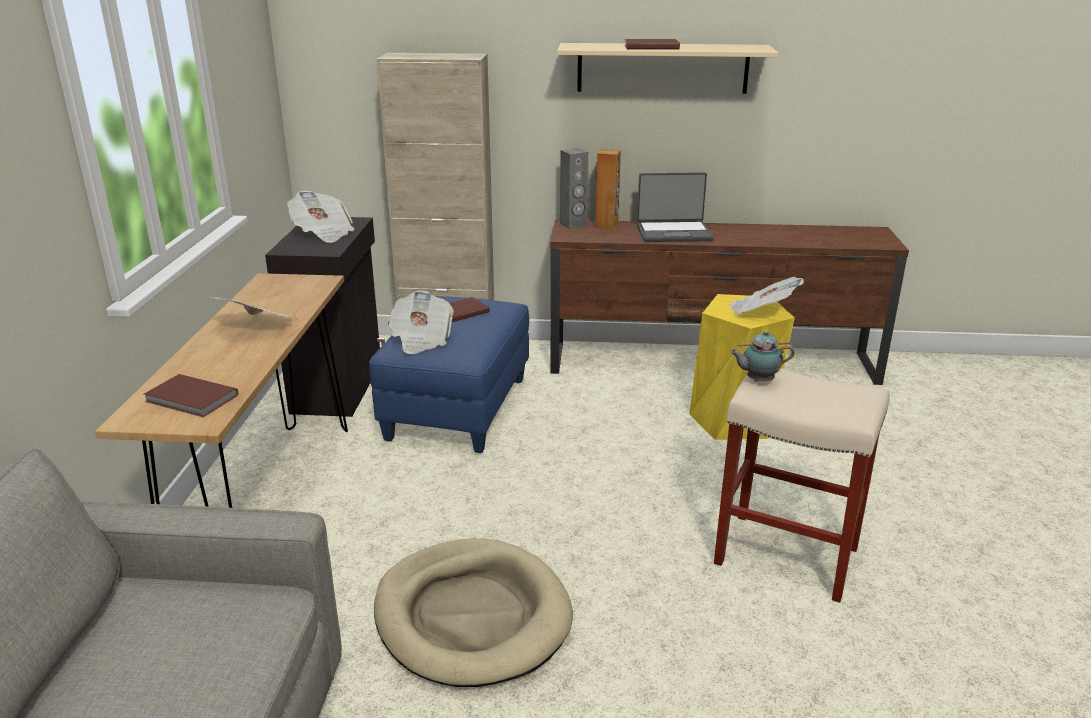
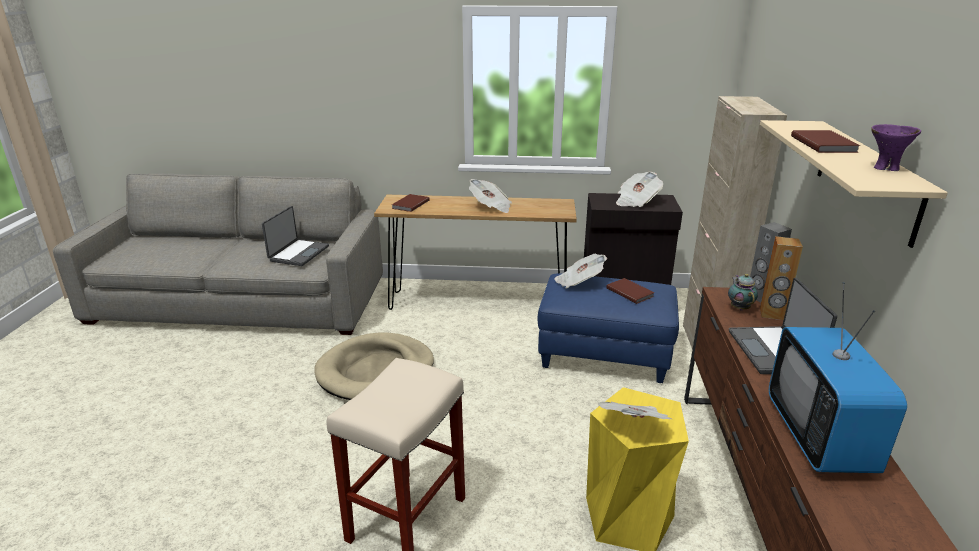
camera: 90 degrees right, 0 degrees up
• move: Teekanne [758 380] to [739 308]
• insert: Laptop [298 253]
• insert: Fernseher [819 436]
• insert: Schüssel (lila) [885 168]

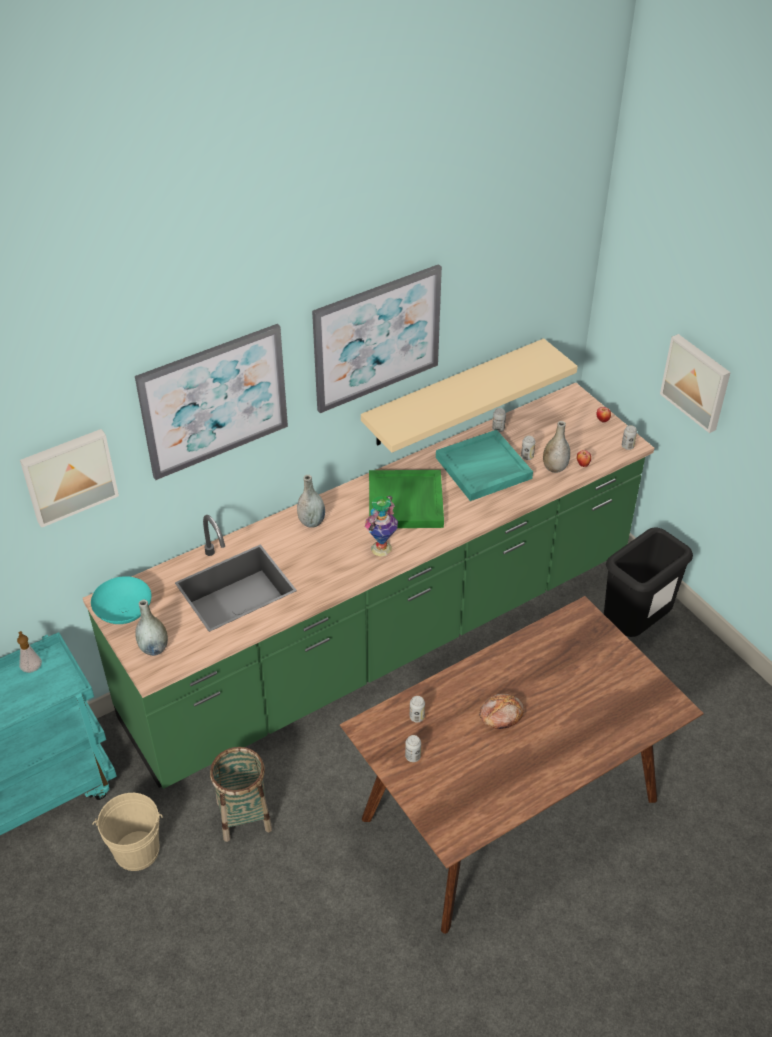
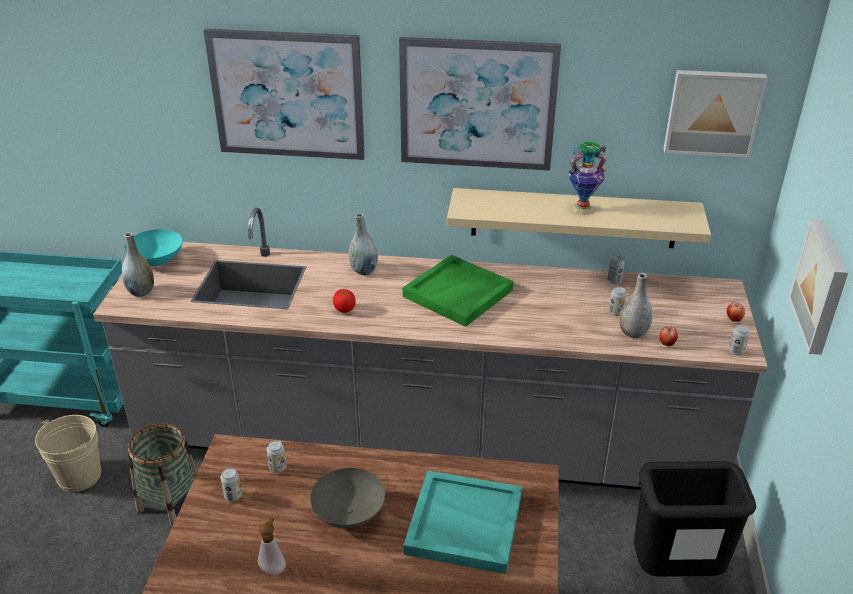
camera: 40 degrees right, 10 degrees down
• move: Seifenspender [32 667] to [273 568]
• move: Bild [69 475] to [713 112]
• recolor: Küchenzeile (grün) [385 638] to Küchenzeile (grau) [426 443]
• move: Vase [381 549] to [582 209]
• move: Tablett (türkis) [483 468] to [463 525]
• replace: Brot [500 714] to Schüssel (grau) [349 513]
• insert: Tomate [344 310]

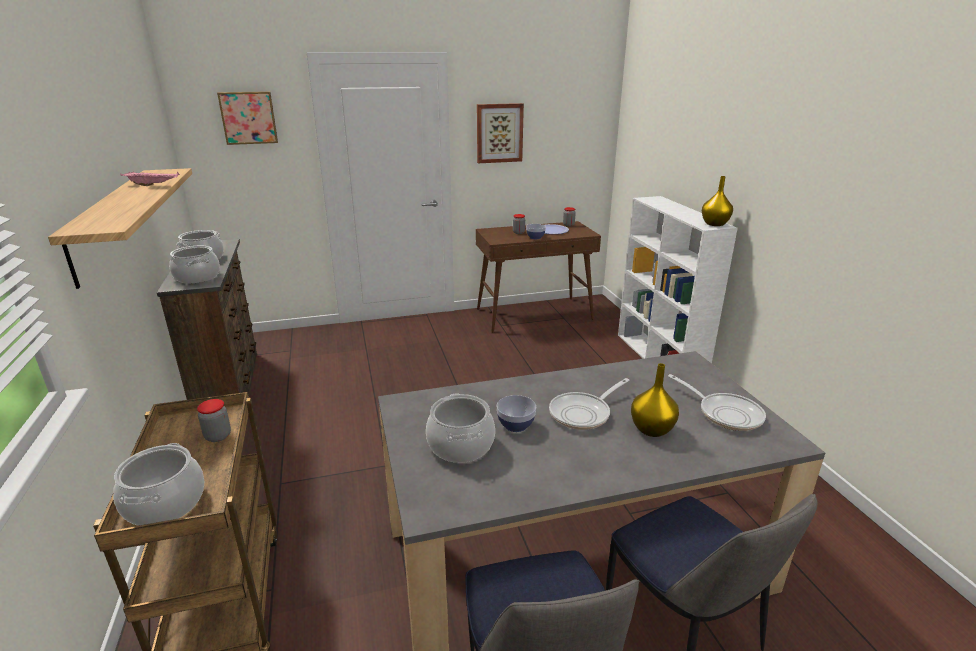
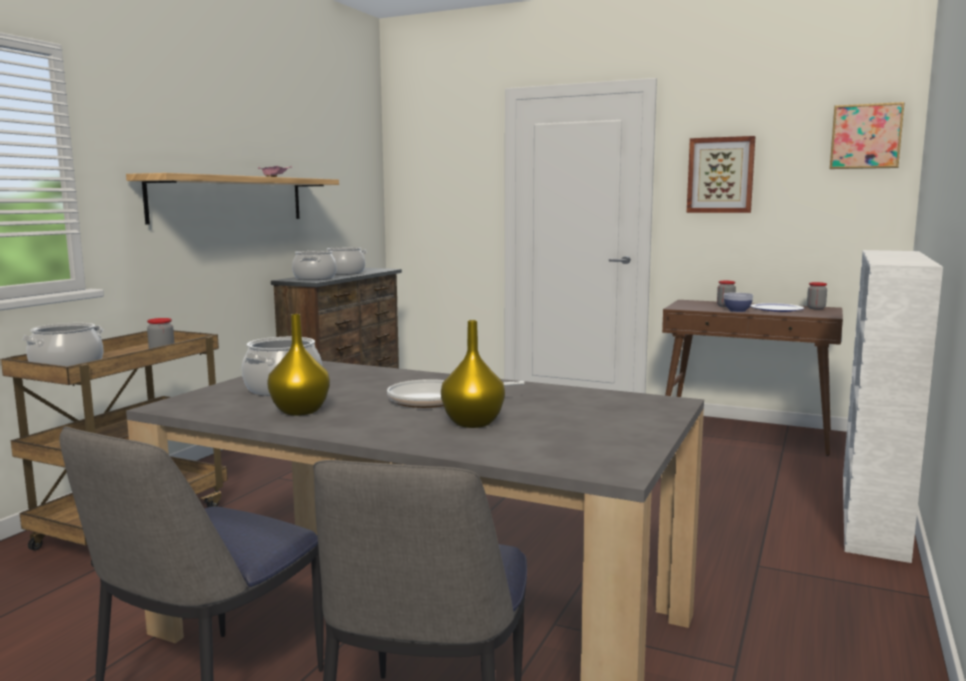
camera: 40 degrees right, 15 degrees down
• move: Bild [248 117] to [865 136]
• delete: Schüssel [516 425]
• delete: Pfanne [725 413]
• move: Vase (gelb) [715 224] to [300 411]

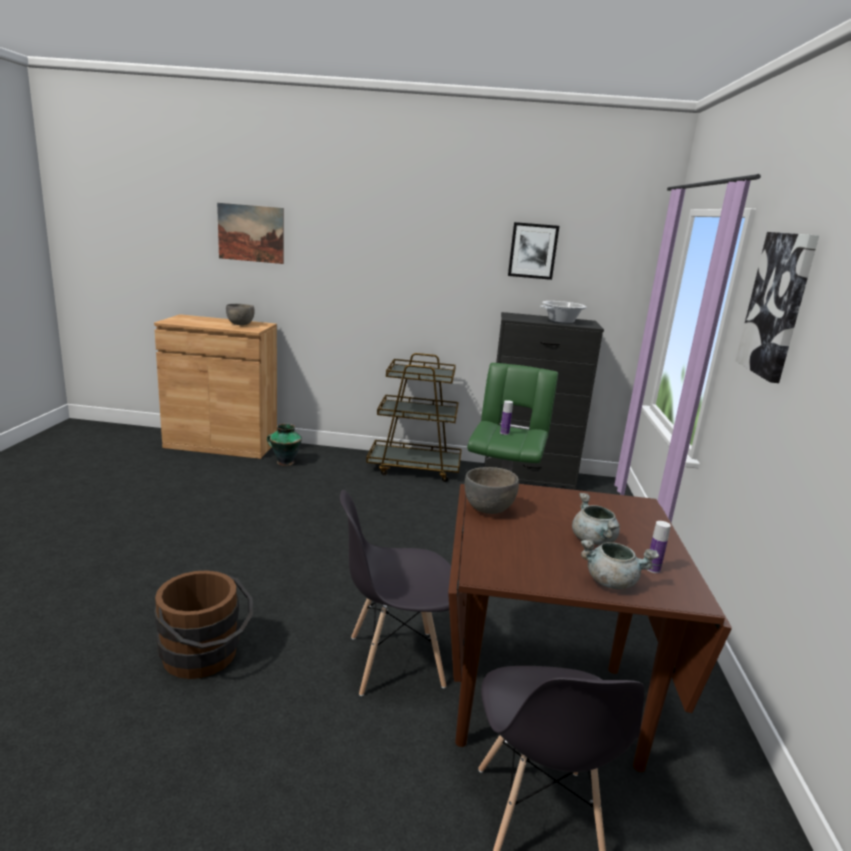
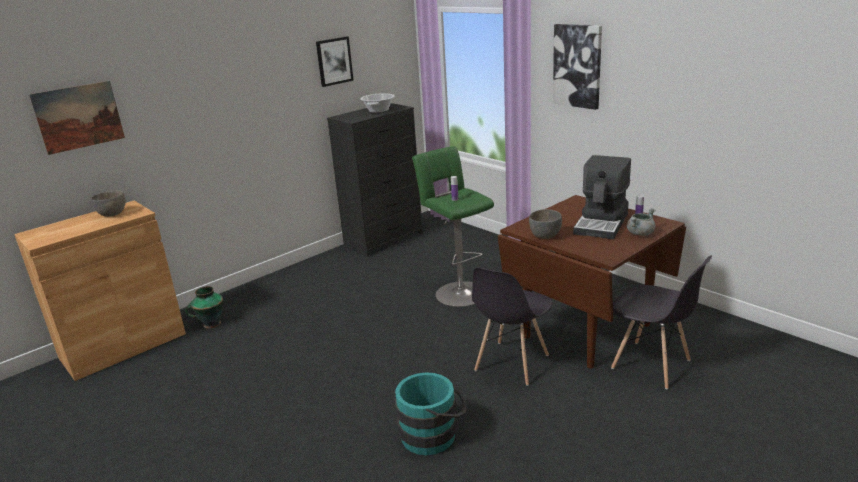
camera: 45 degrees left, 5 degrees up
• recolor: Eimer (braun) [205 657] to Eimer (türkis) [433 434]
• delete: Rollwagen (braun) [414 468]
• replace: Kochtopf (grau) [594 541] to Kaffeemaschine [602 223]

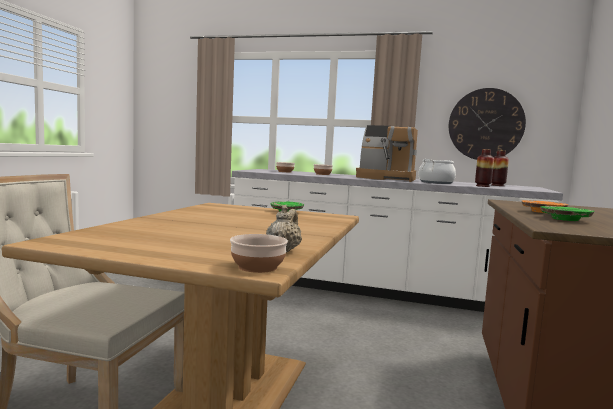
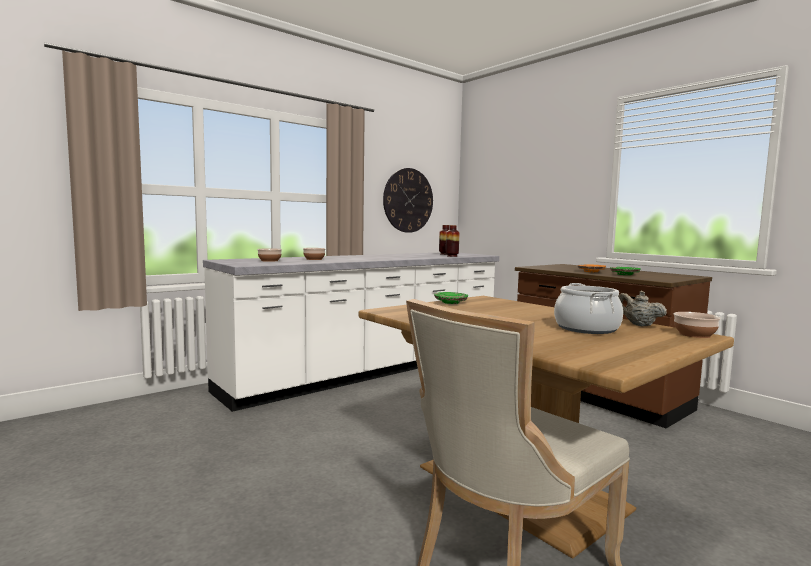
camera: 55 degrees left, 0 degrees up
• delete: Kaffeemaschine [386 178]
• move: Kochtopf [435 182] to [586 328]

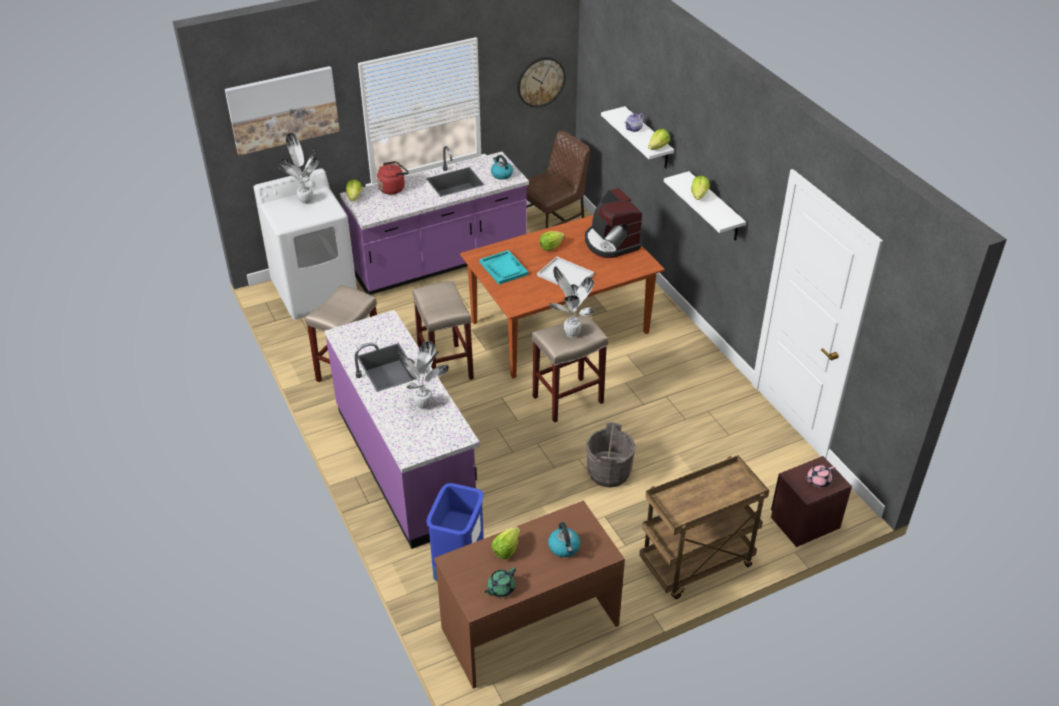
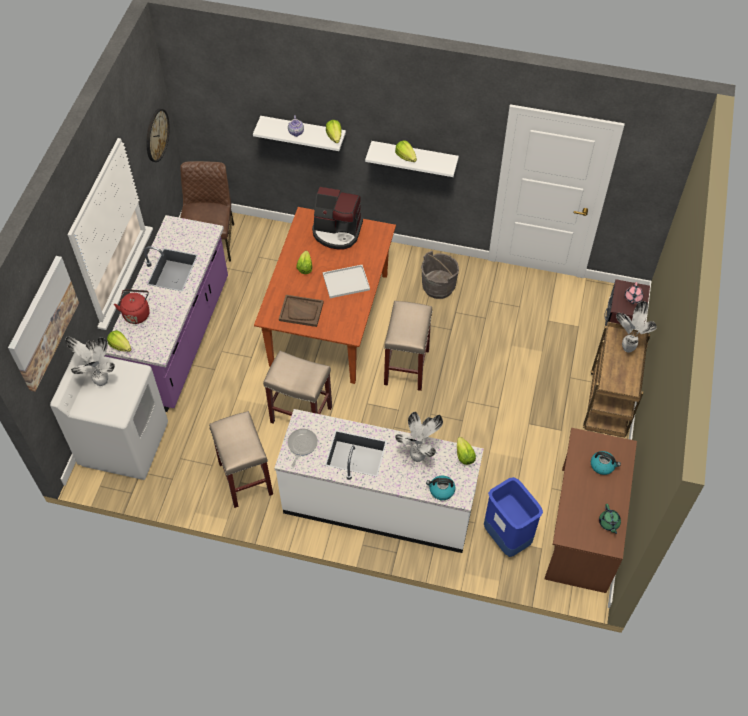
camera: 50 degrees left, 15 degrees up
• recolor: Küchenzeile (lila) [406 464] to Küchenzeile (weiß) [379 504]
• recolor: Tablett (türkis) [504 268] to Tablett (braun) [301 311]
• move: Wasserkessel [501 174] to [441 490]
• move: Salatkopf [506 549] to [464 456]
• move: Topfpflanze [570 333] to [626 348]
• move: Eimer (grau) [608 472] to [438 286]
• insert: Pfanne [301 445]

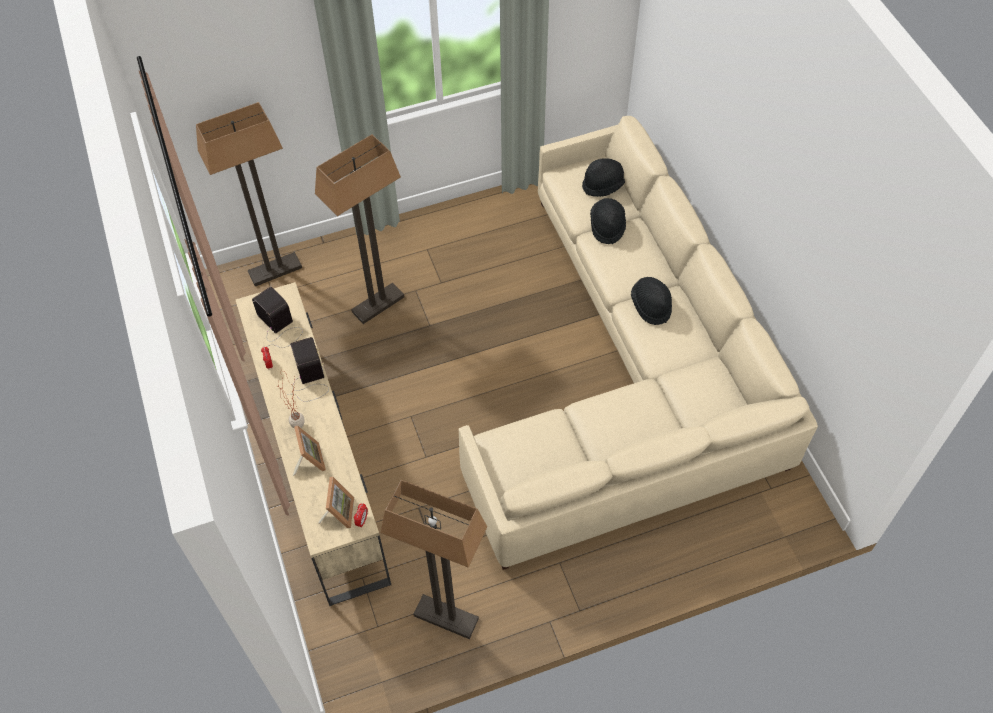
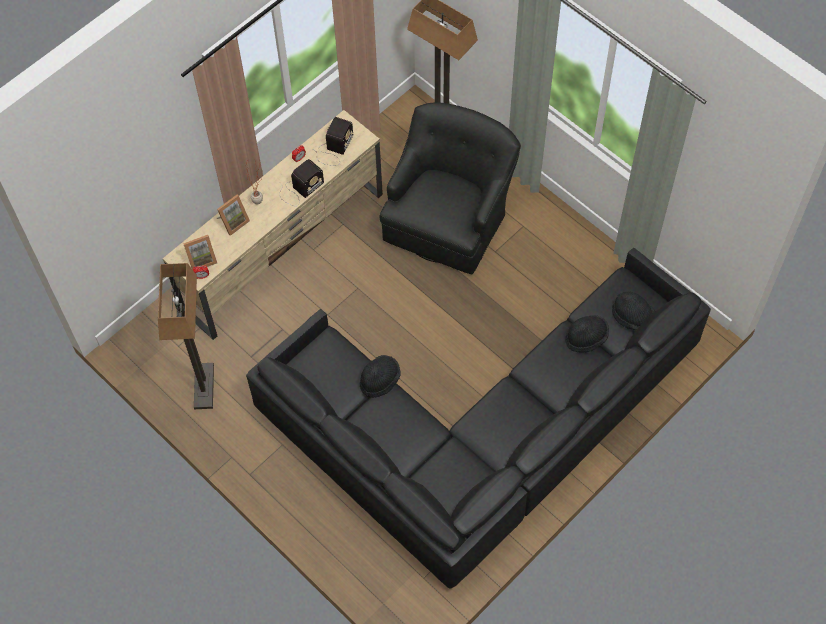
camera: 65 degrees right, 5 degrees up
• replace: Stehlampe [378 304] to Sessel (schwarz) [449 217]
• recolor: Sofa (beige) [631 374] to Sofa (schwarz) [480 430]
• move: Hut (schwarz) [651 306] to [380 380]

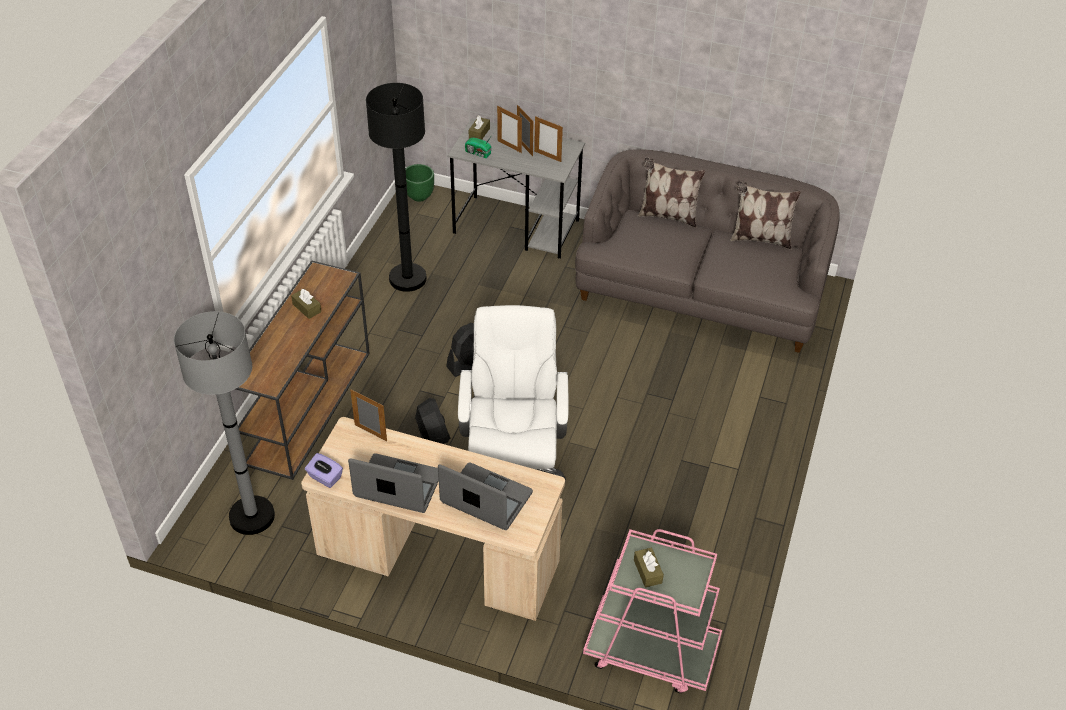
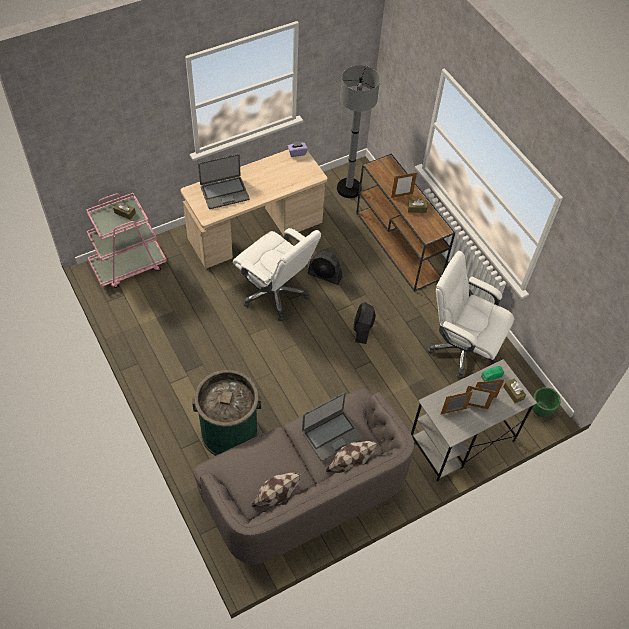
camera: 130 degrees right, 10 degrees up
• move: Laptop [398 486] to [331 435]
• move: Bilderrahmen [370 433] to [402 195]
• replace: Stehlampe (schwarz) [407 278] to Bürostuhl (weiß) [461 348]
• insert: Mülleimer (grün) [229 432]

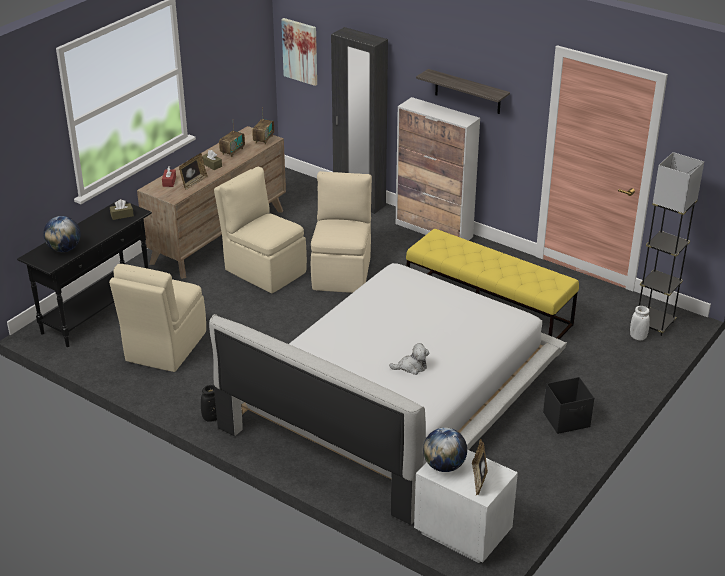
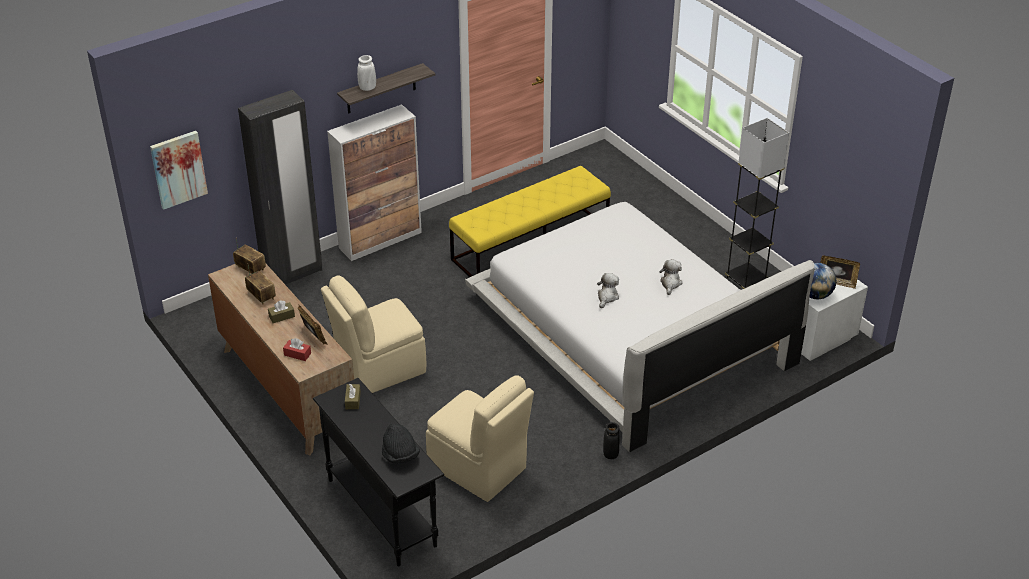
camera: 70 degrees left, 5 degrees up
• replace: Globus [64 249] to Hut (schwarz) [400 455]
• delete: Stuhl (beige) [342 272]
• delete: Aufbewahrungsbox (schwarz) [567 420]
• move: Vase (weiß) [637 337] to [367 88]
• move: Stehlampe (grau) [654 324] to [746 280]
• insert: Plüschtier [607 297]

